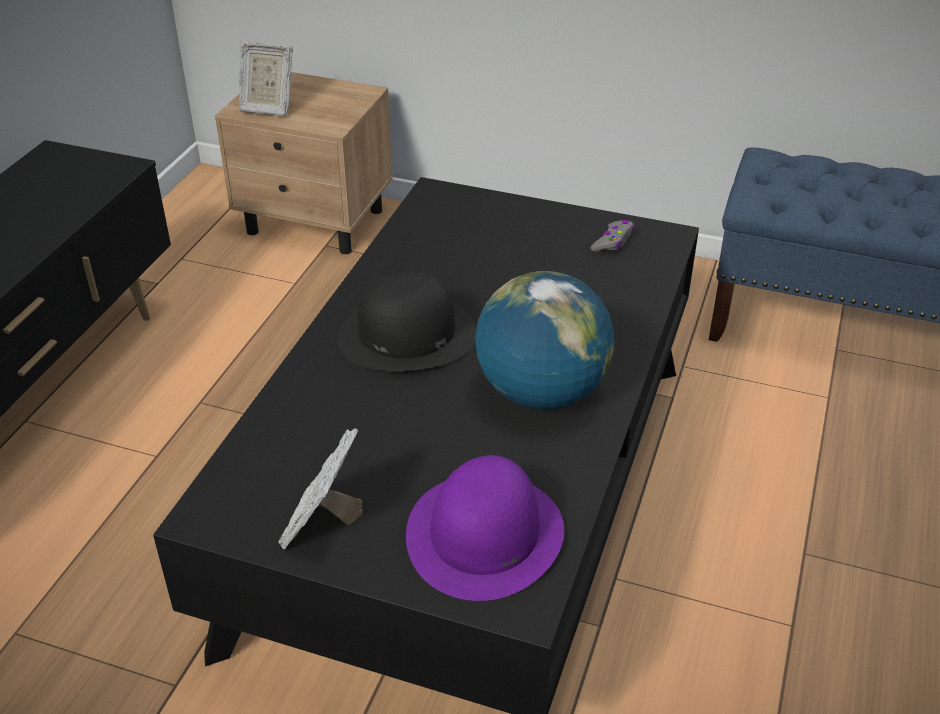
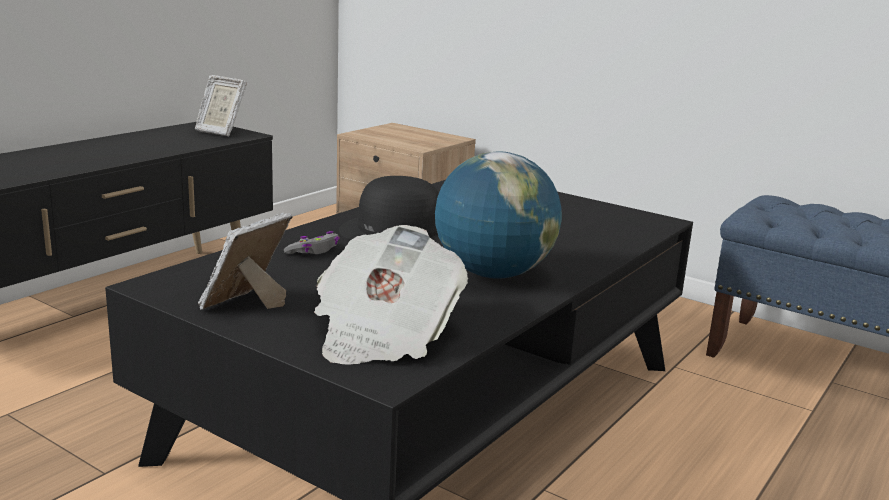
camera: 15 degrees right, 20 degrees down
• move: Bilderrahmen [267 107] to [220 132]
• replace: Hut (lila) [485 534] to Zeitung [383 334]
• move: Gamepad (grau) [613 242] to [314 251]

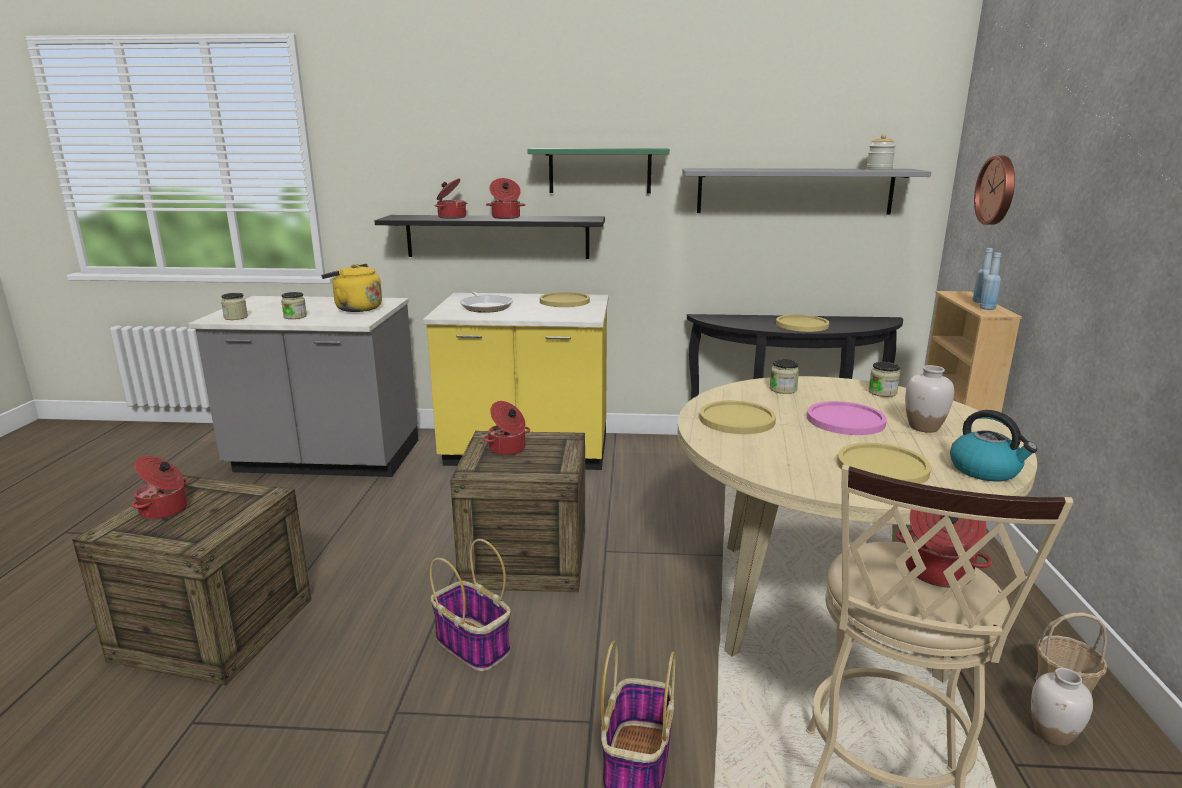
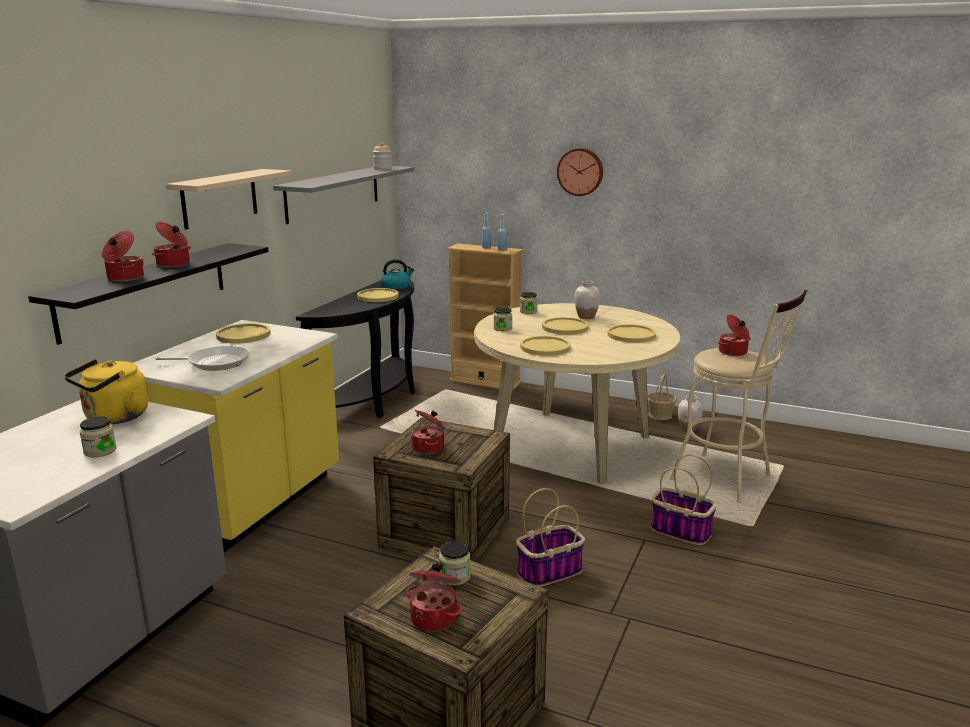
camera: 70 degrees left, 0 degrees up
• move: Vorratsglas [236 317] to [455 576]
• recolor: Wandregal (grün) [600 170] to Wandregal (beige) [220 198]
• recolor: Teller (rosa) [845 420] to Teller (gelb) [565 327]
• move: Wasserkessel [985 470] to [396 287]
• move: Wanduhr [997 190] to [580 171]

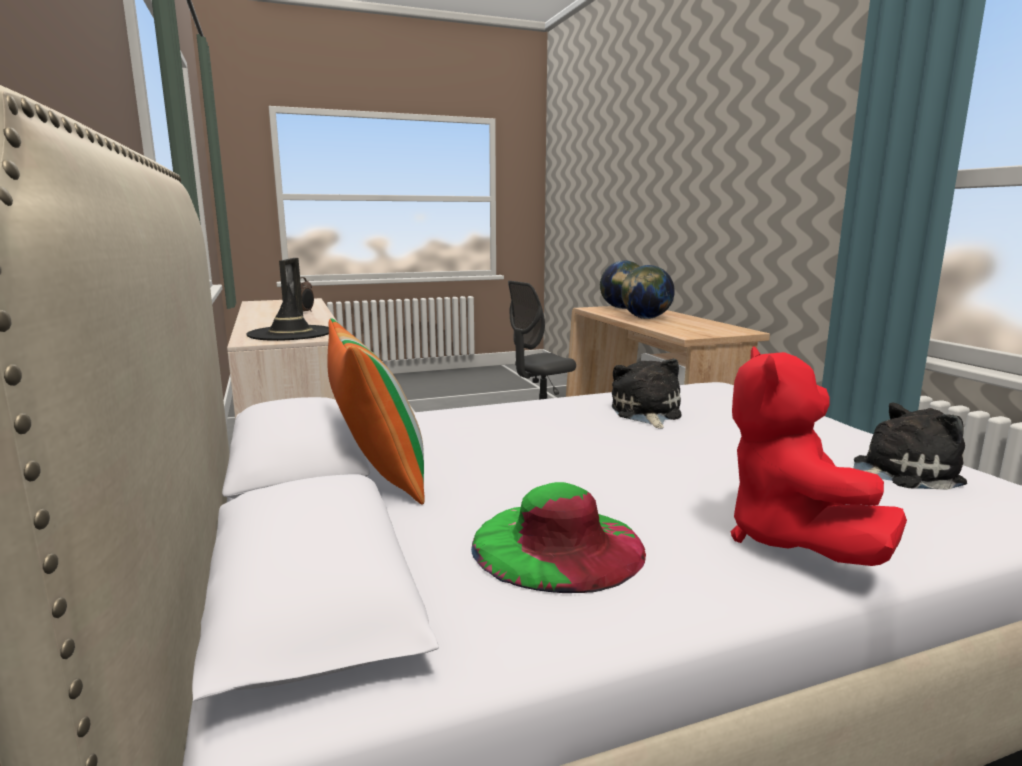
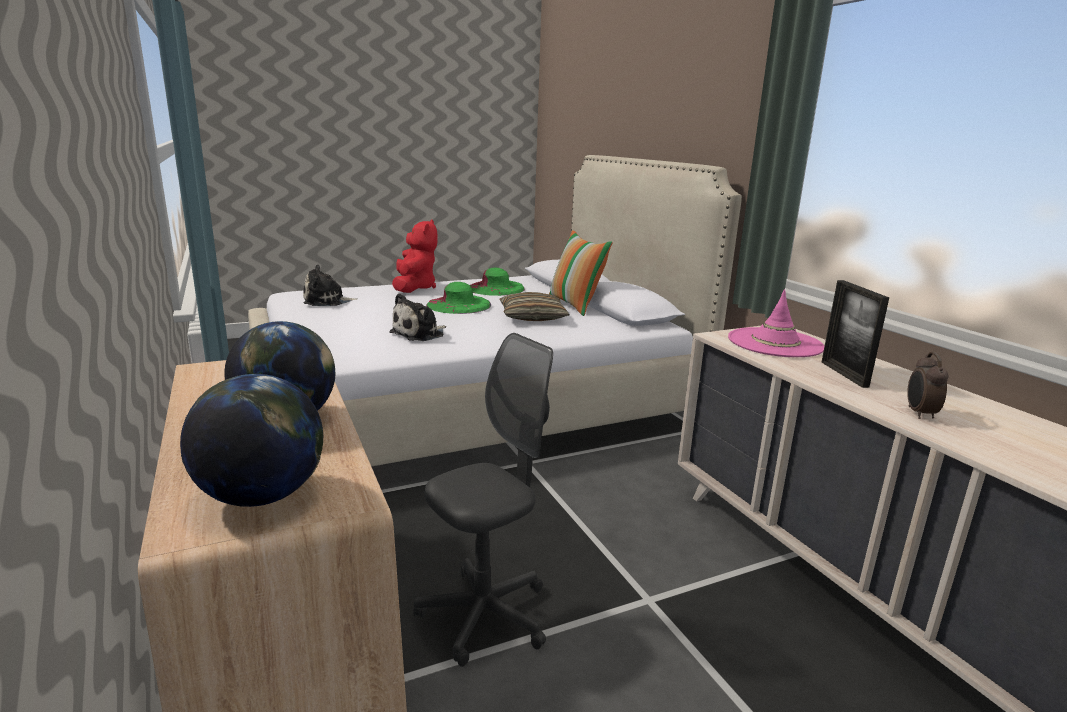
camera: 175 degrees right, 5 degrees up
• recolor: Hut (schwarz) [290 334] to Hut (rosa) [775 343]
• rotate: Plüschtier [646 413] = [420 334] 45 degrees clockwise
• insert: Hut (grün) [458 305]
• insert: Kissen [532 317]

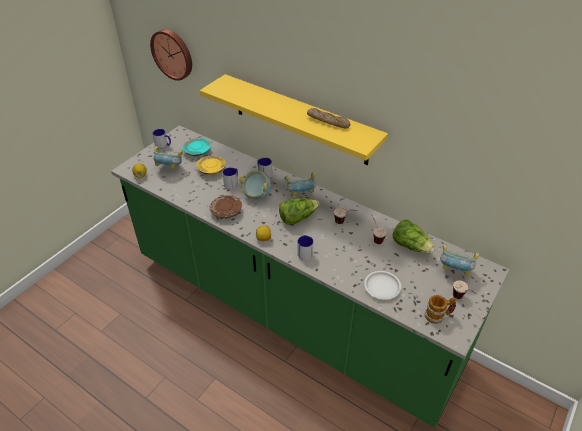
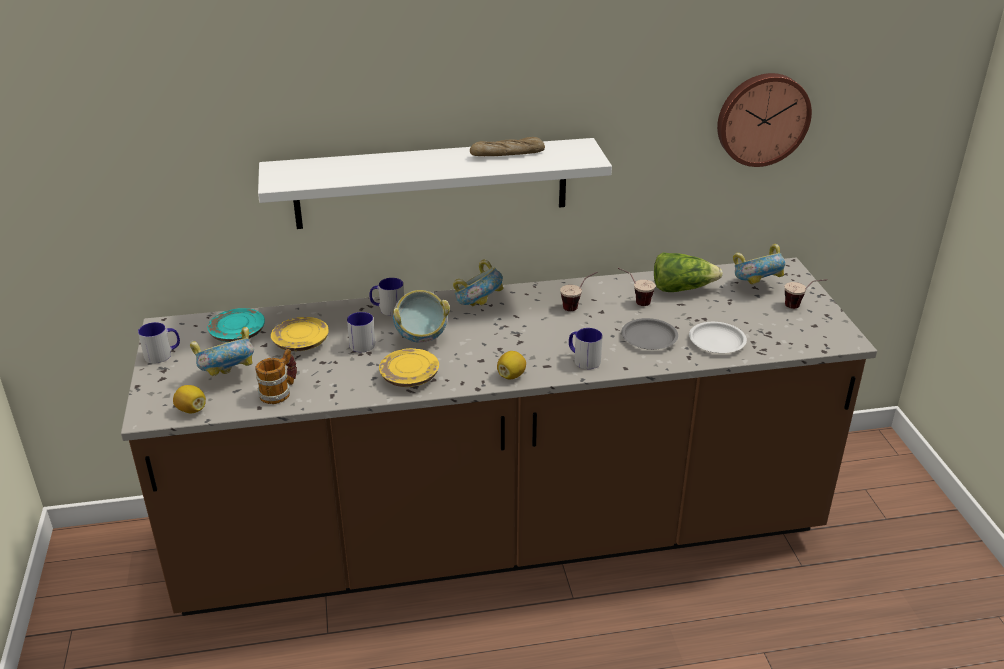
camera: 45 degrees left, 10 degrees down
• recolor: Küchenzeile (grün) [291 310] to Küchenzeile (braun) [502 536]
• move: Wanduhr [173 54] to [762 118]
• recolor: Wandregal (gelb) [300 119] to Wandregal (weiß) [431 183]
• recolor: Teller (braun) [226 211] to Teller (gelb) [409 377]
• delete: Salatkopf [297 218]
• move: Henkelbecher [438 315] to [280 392]
• insert: Teller (grau) [649 337]

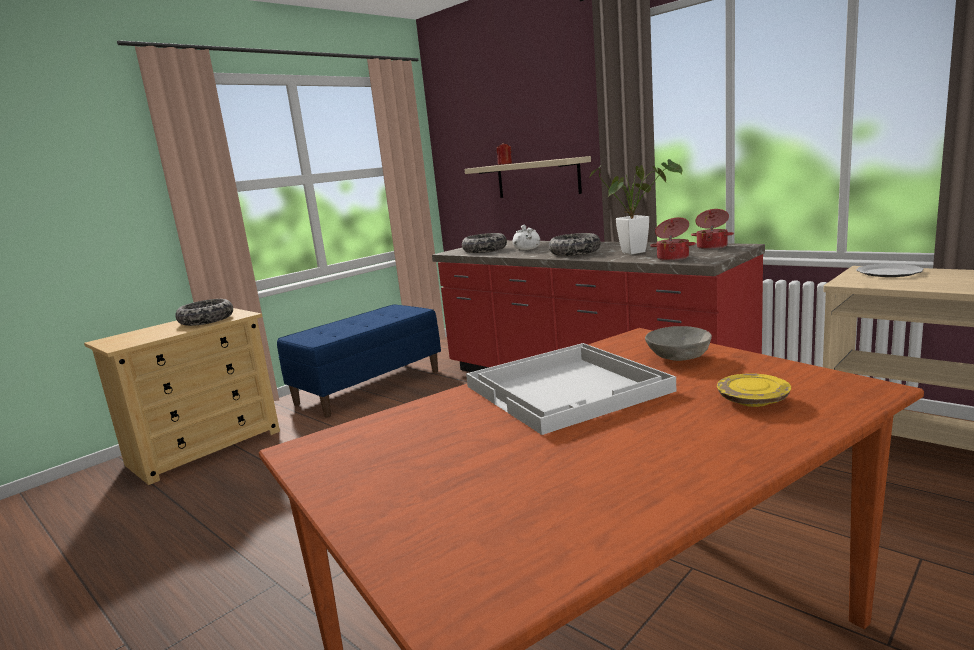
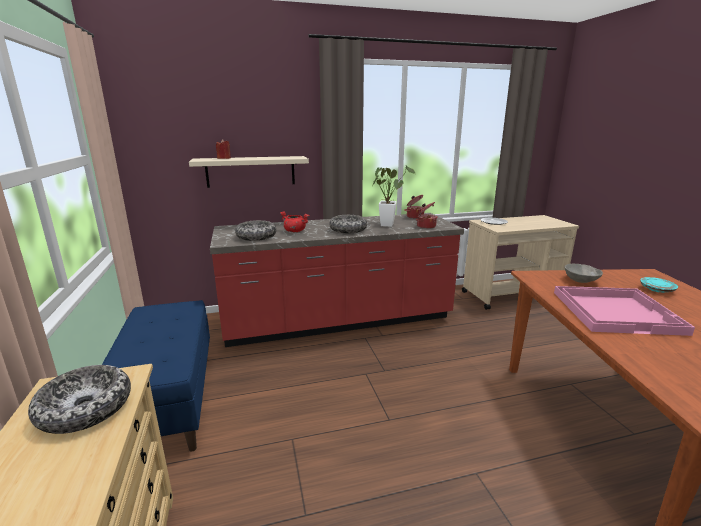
camera: 60 degrees left, 5 degrees up
• recolor: Tablett (weiß) [568 388] to Tablett (rosa) [616 311]
• recolor: Kochtopf (weiß) [526 249] to Kochtopf (rot) [294 231]
• recolor: Teller (gelb) [753 400] to Teller (türkis) [657 289]

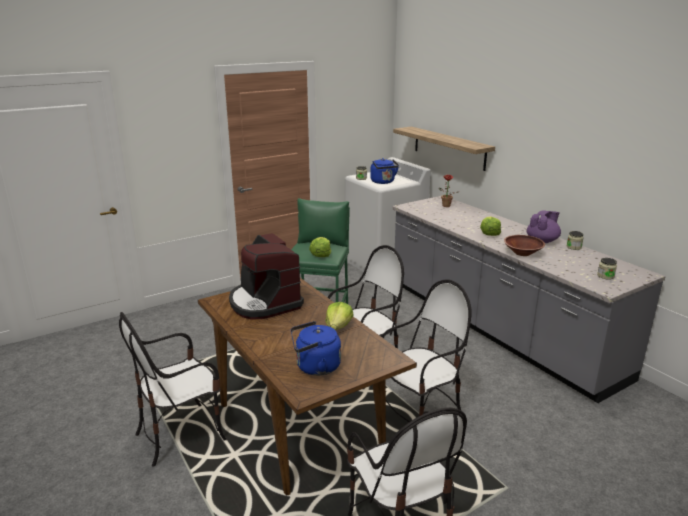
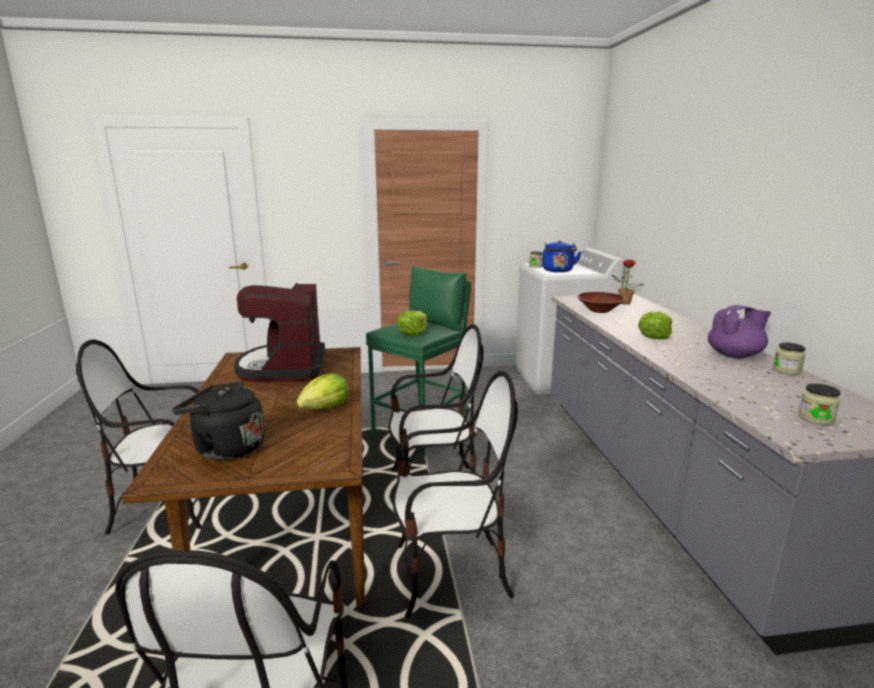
camera: 25 degrees right, 5 degrees down
• recolor: Wasserkessel (blau) [315 367] to Wasserkessel (schwarz) [226 448]
• delete: Wandregal [449 148]
• move: Schüssel (braun) [522 253] to [599 310]

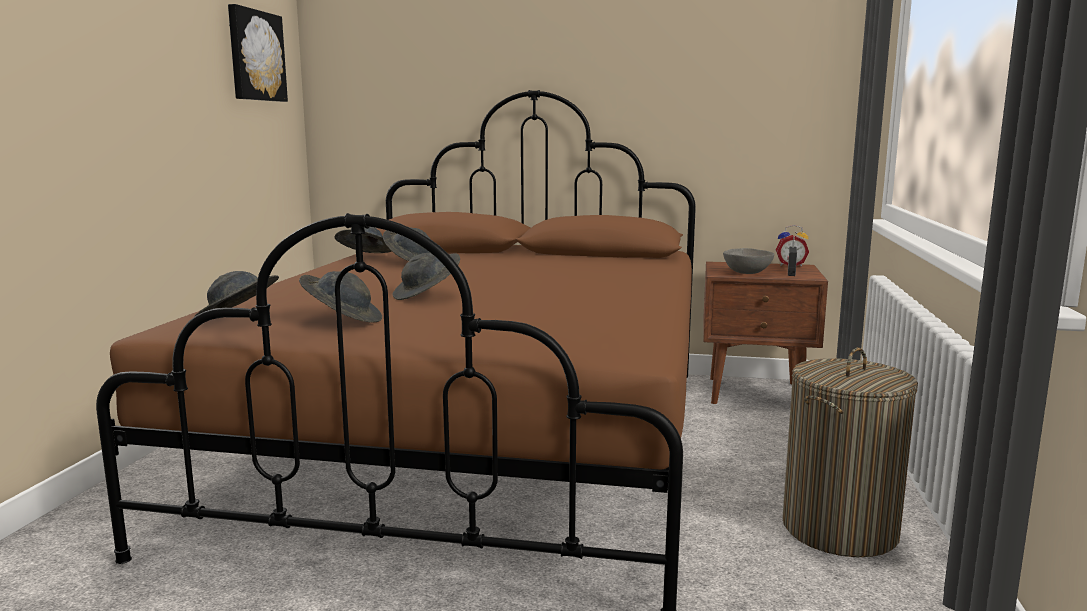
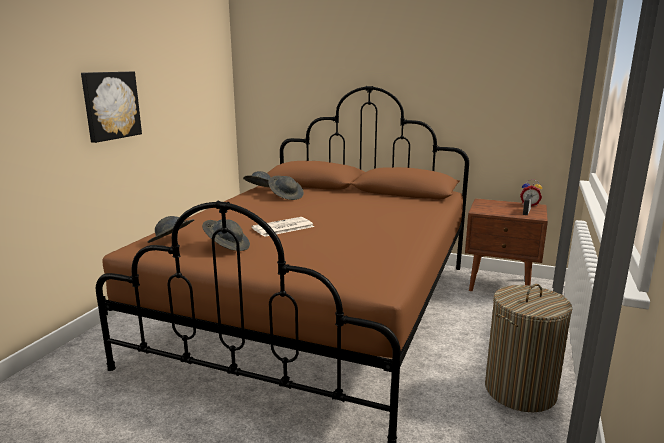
camera: 10 degrees right, 5 degrees up
• move: Bild [255 56] to [110 105]
• replace: Hut (grau) [427 295] to Zeitung [282 228]
• delete: Schüssel (grau) [747 273]

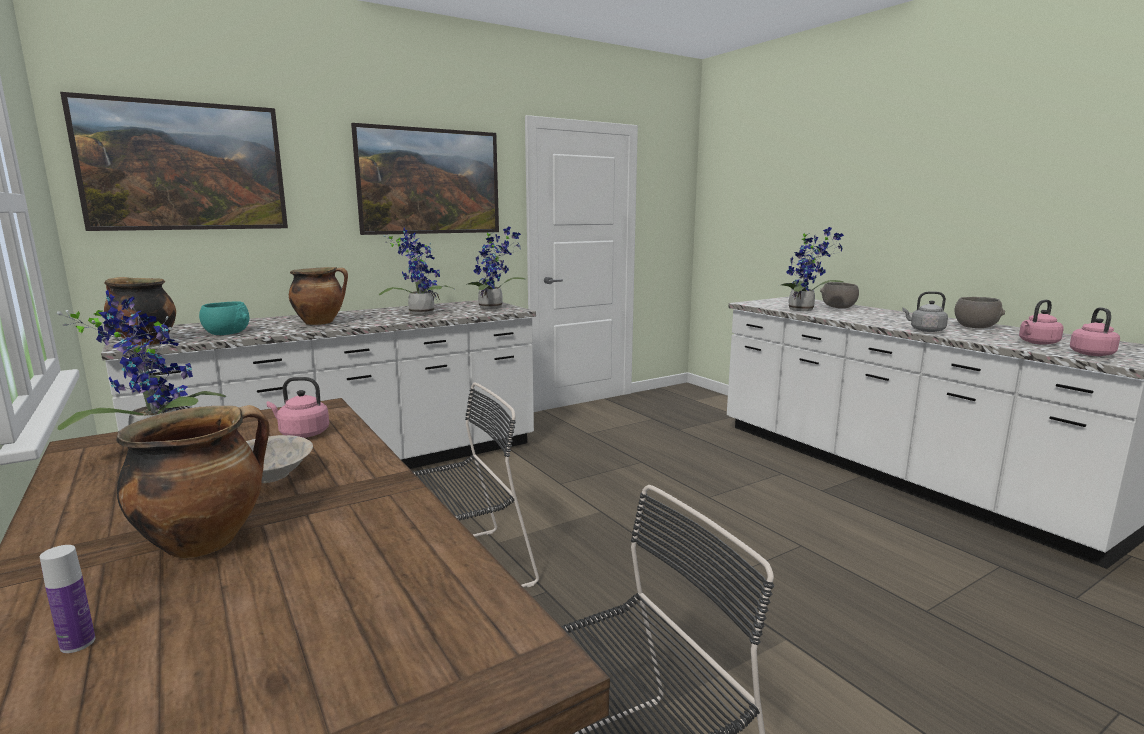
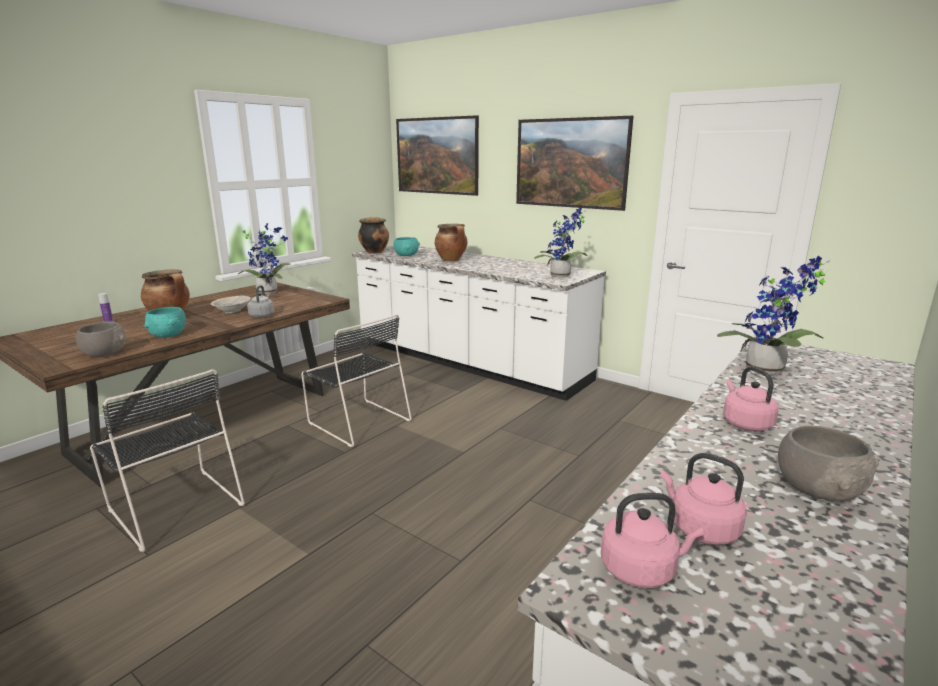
camera: 70 degrees right, 5 degrees up
• move: Wasserkessel (rosa) [302 434] to [745 423]
• delete: Topfpflanze [420 312]
• move: Schüssel (grau) [838 307] to [105 353]
• move: Wasserkessel (grau) [925 330] to [262 315]
• insert: Schüssel (türkis) [168 335]

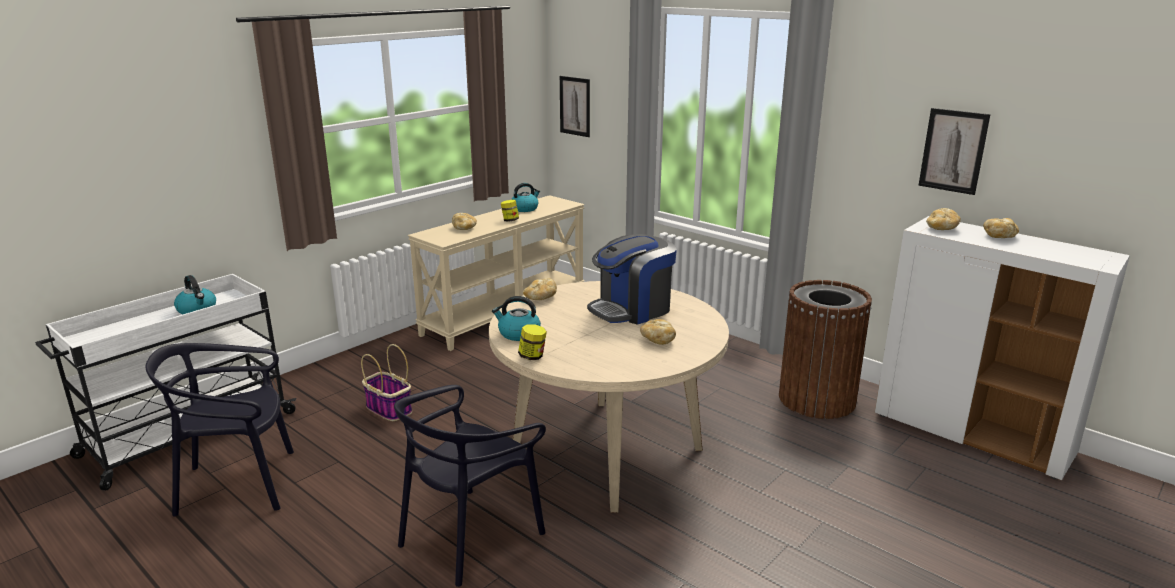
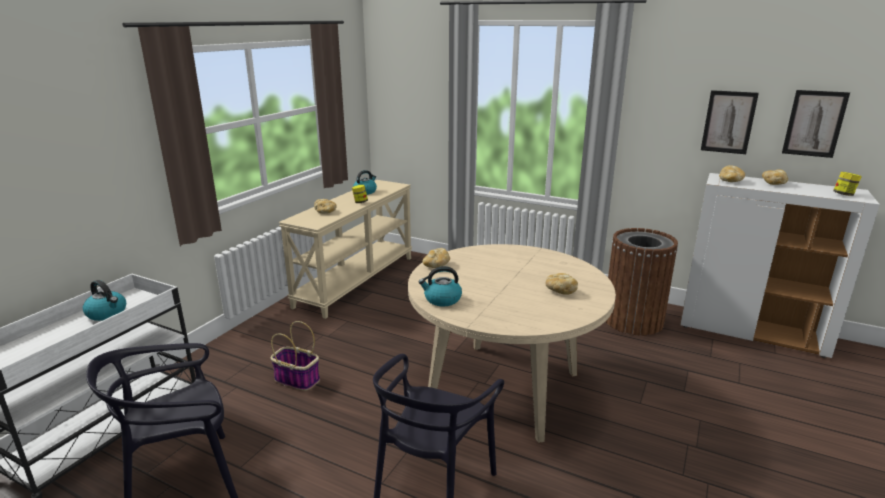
camera: 15 degrees left, 0 degrees up
• move: Vorratsglas [532 356] to [844 194]
• move: Bild [575 106] to [814 123]
• delete: Kaffeemaschine [632 309]

